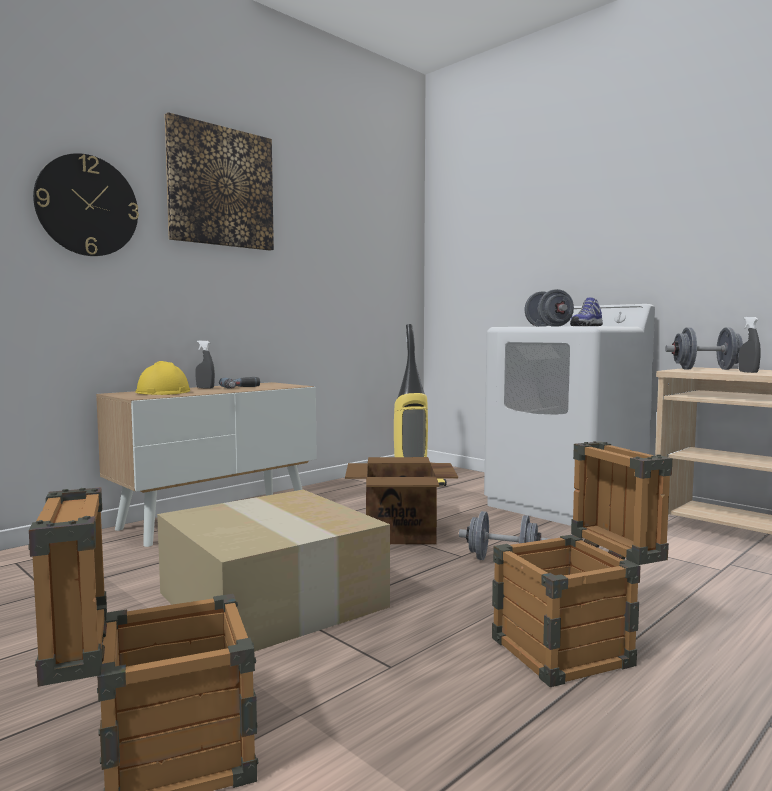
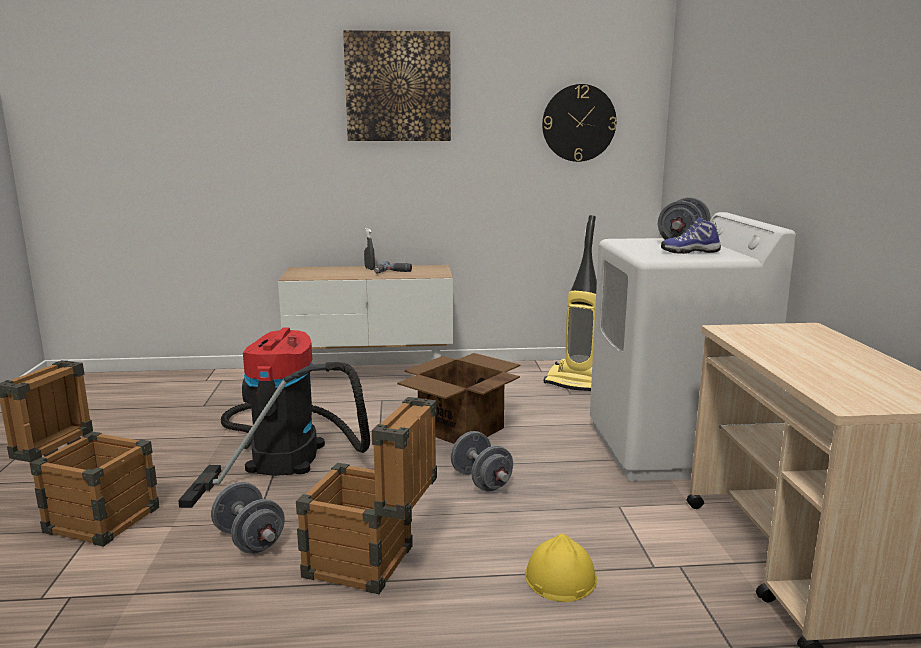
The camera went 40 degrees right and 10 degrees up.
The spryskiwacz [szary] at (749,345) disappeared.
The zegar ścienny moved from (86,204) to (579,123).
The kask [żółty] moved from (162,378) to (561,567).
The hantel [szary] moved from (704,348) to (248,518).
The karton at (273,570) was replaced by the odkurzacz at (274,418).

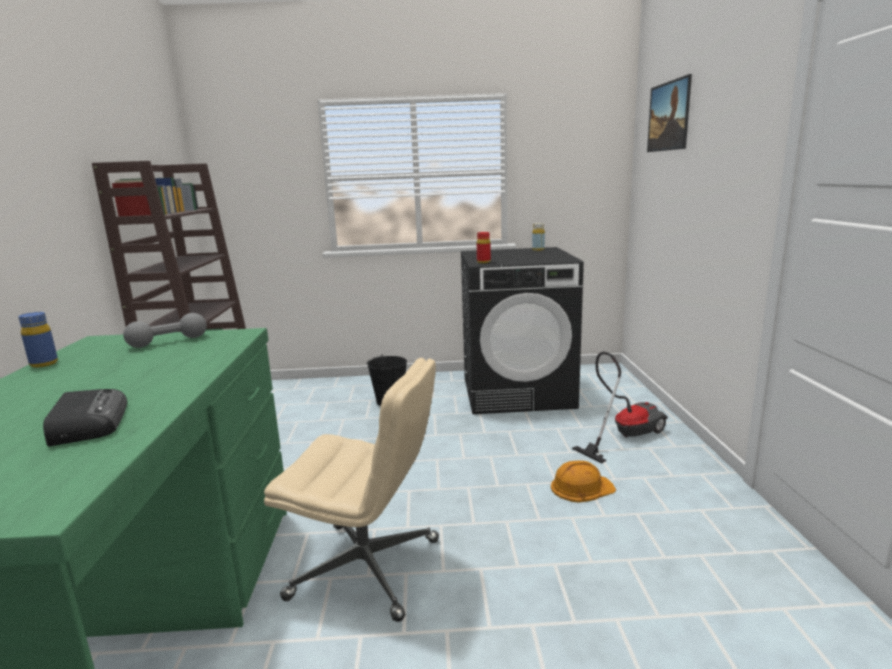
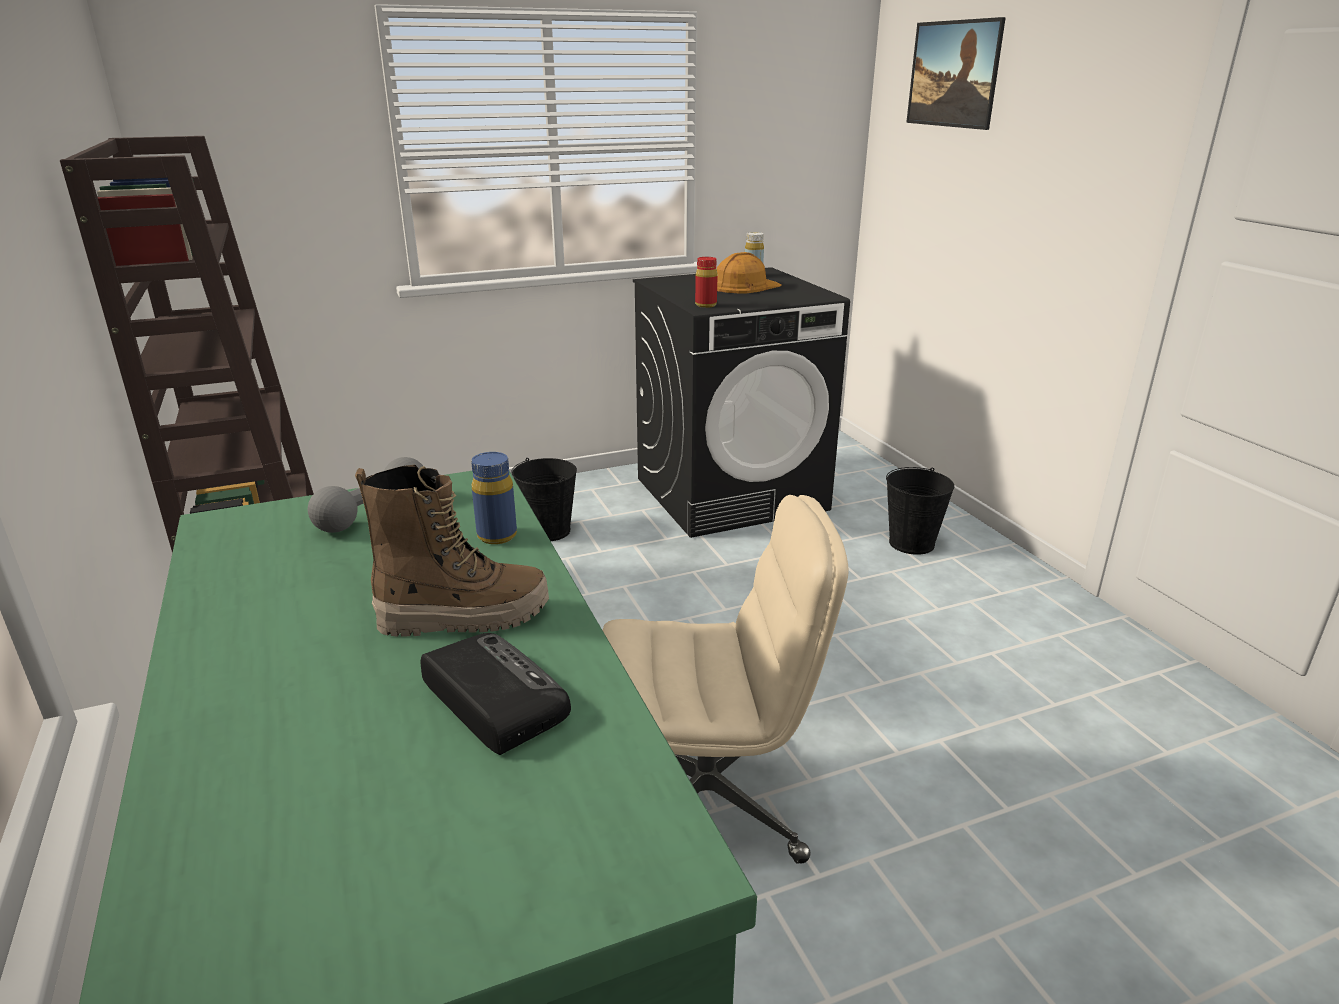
The camera went 20 degrees left and 10 degrees up.
The but z cholewką at (452,550) appeared.
The butelka [niebieski] moved from (38,340) to (494,498).
The kask [pomarańczowy] moved from (583,482) to (749,272).
The odkurzacz at (620,407) was replaced by the wiadro [czarny] at (920,511).

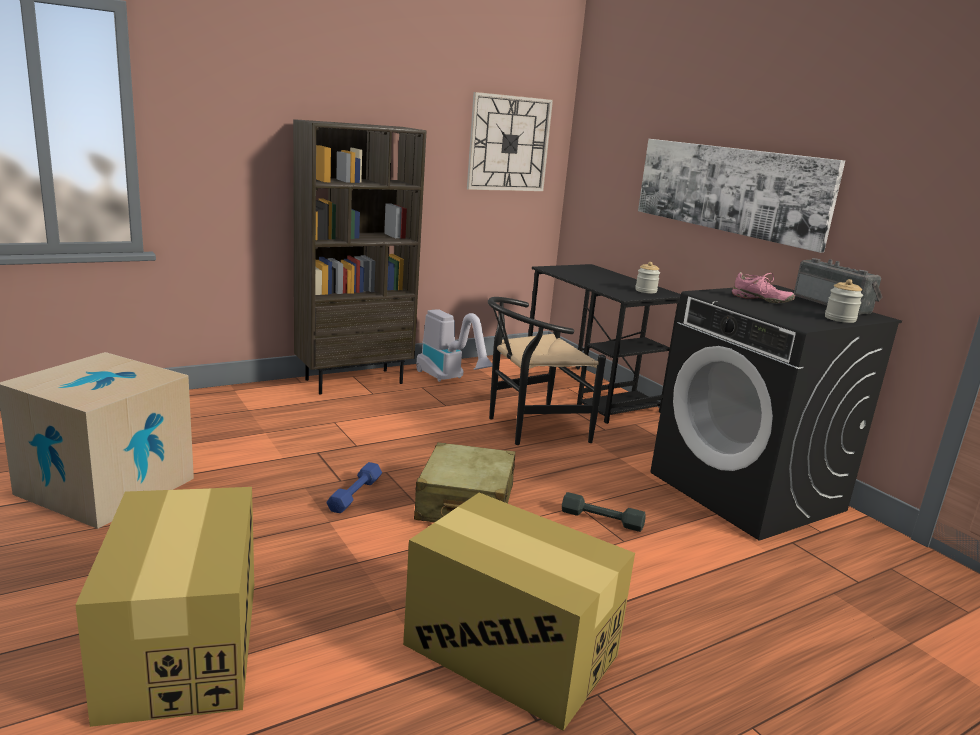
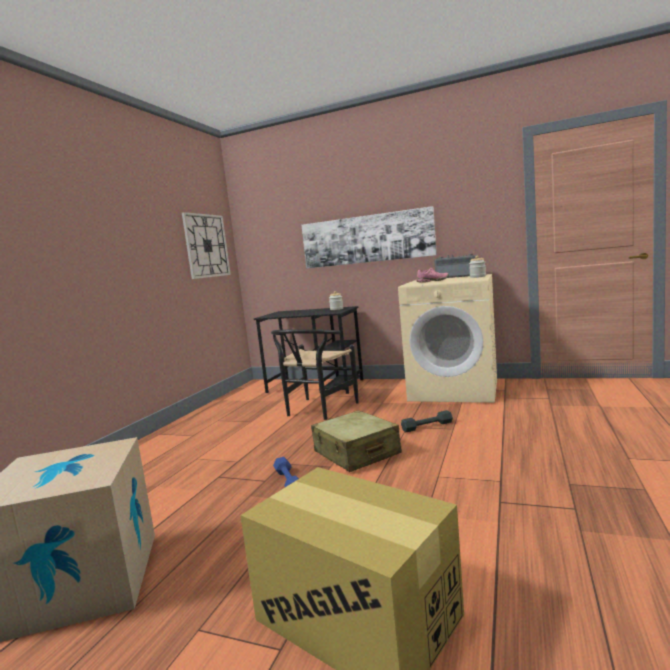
The camera went 35 degrees left and 10 degrees down.
The regał [brązowy] at (360,256) disappeared.
The karton at (519,612) disappeared.
The odkurzacz at (454,345) disappeared.
The pralka [czarny] at (776,413) became the pralka [beżowy] at (447,338).

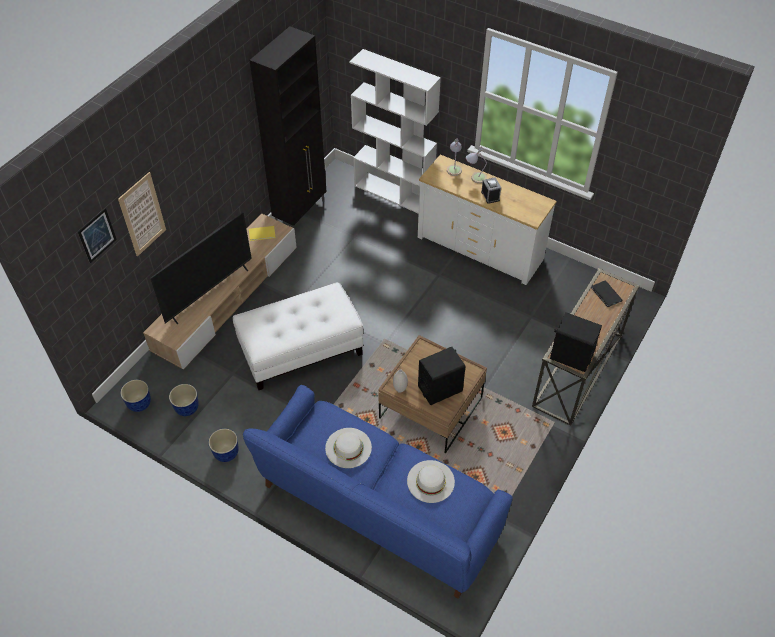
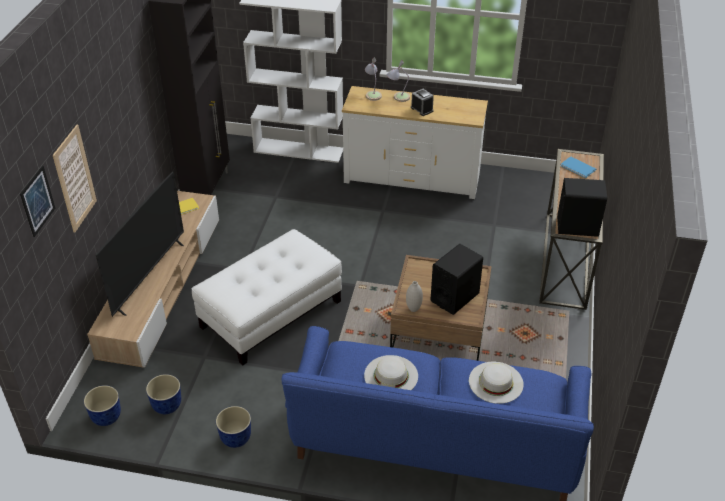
The camera went 20 degrees left and 10 degrees down.
The książka [czarny] at (607,293) became the książka [niebieski] at (578,167).

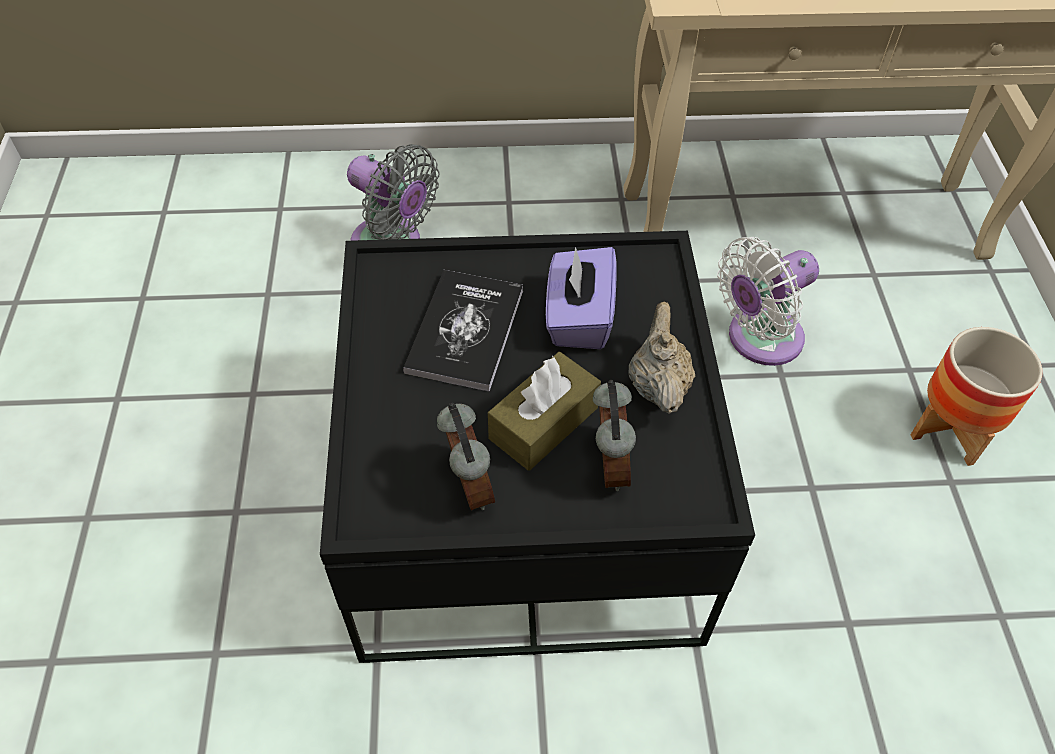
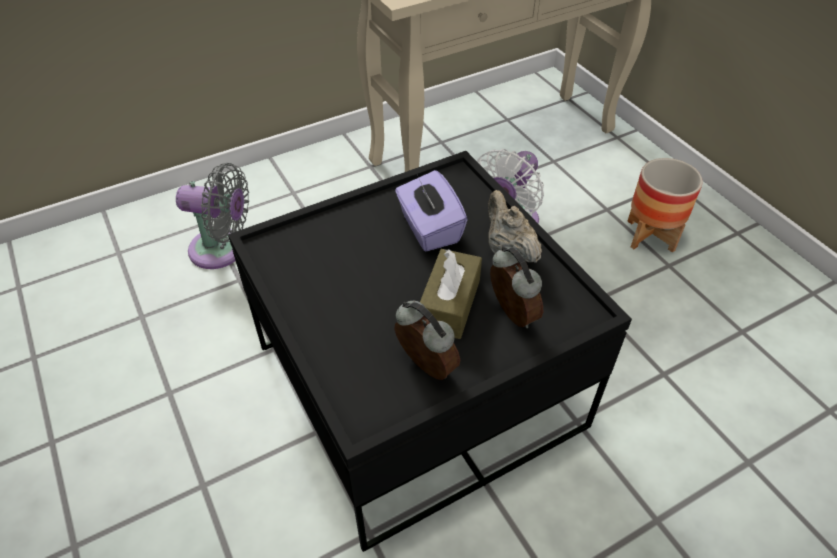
The camera went 25 degrees left and 5 degrees down.
The książka at (463,331) disappeared.

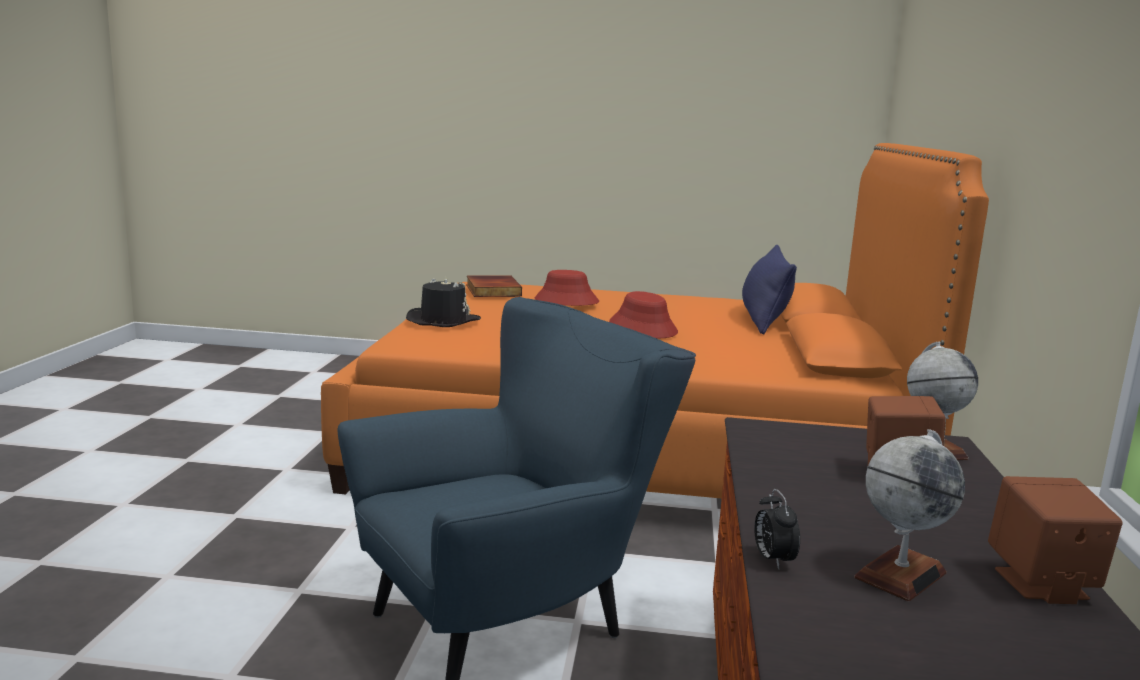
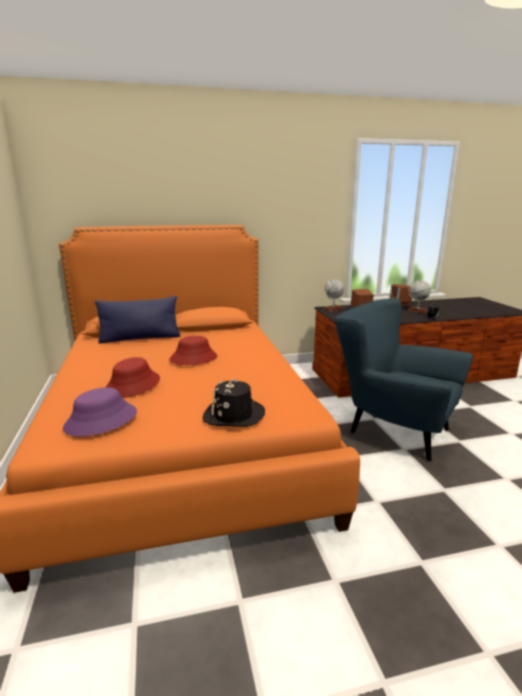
The camera went 110 degrees left and 5 degrees up.
The książka at (494,286) was replaced by the kapelusz [fioletowy] at (100,412).

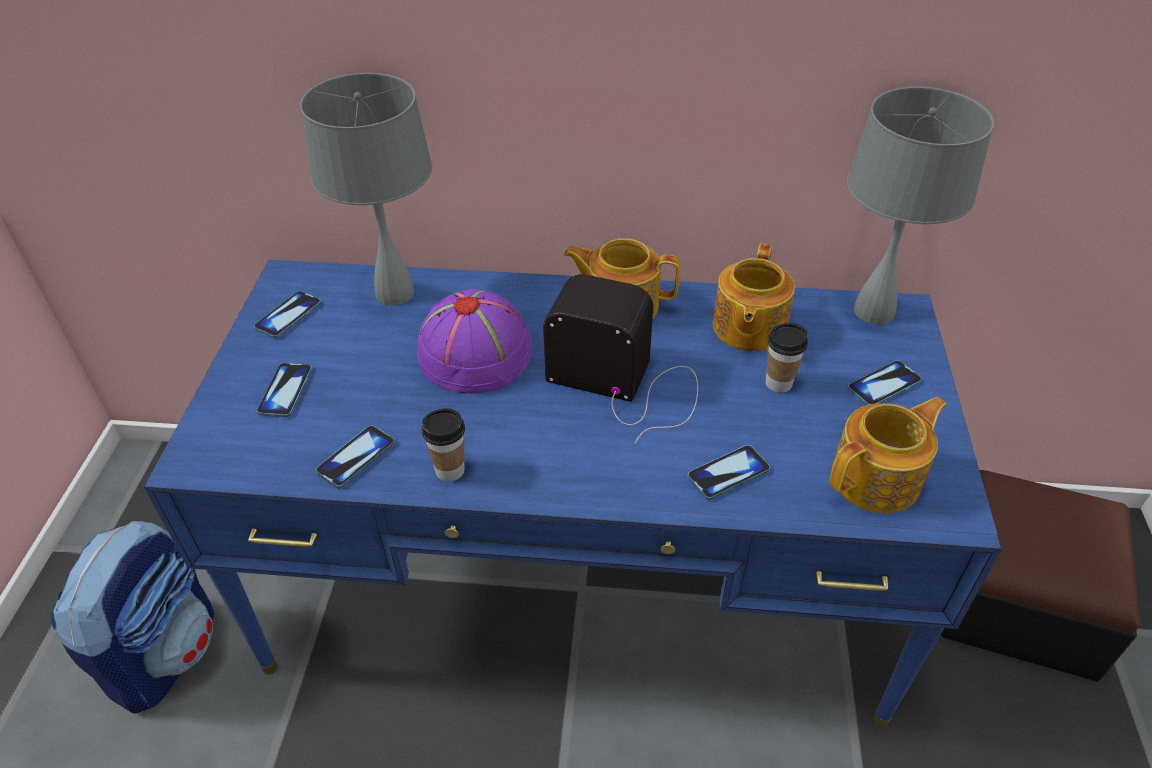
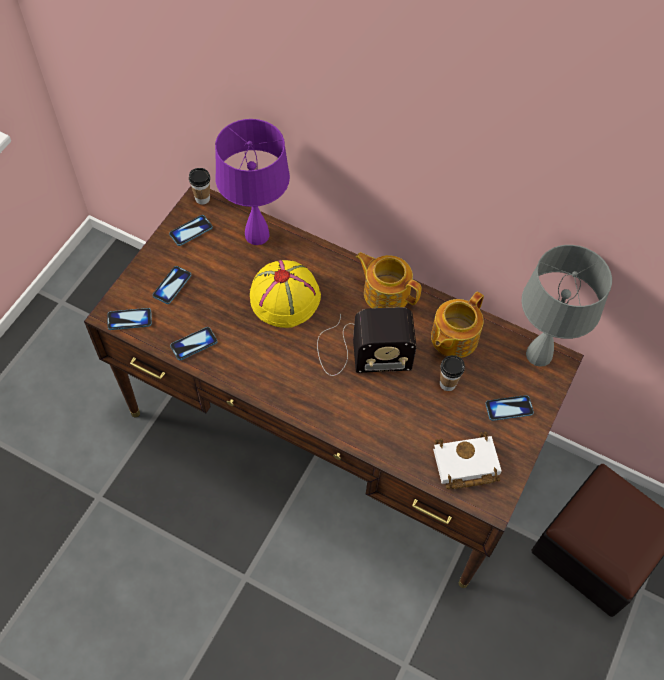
The camera went 20 degrees right and 15 degrees up.
The plecak at (132,617) disappeared.
The filiżanka moved from (443,445) to (199,186).
The telefon moved from (728,472) to (129,319).
The imbryk at (888,455) was replaced by the książka [biały] at (467,460).
The biurko [niebieski] at (573,494) became the biurko [brązowy] at (334,387).
The lampa stołowa [szary] at (366,189) became the lampa stołowa [fioletowy] at (252,182).
The kapelusz [fioletowy] at (473,340) became the kapelusz [żółty] at (285,294).
The radio at (620,359) turned 135 degrees clockwise.

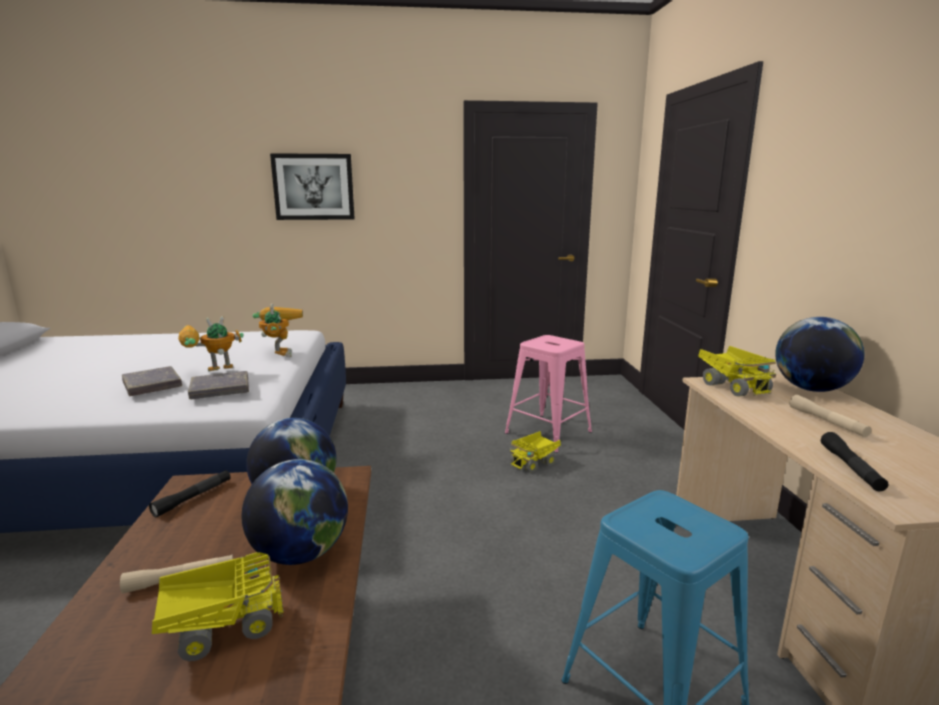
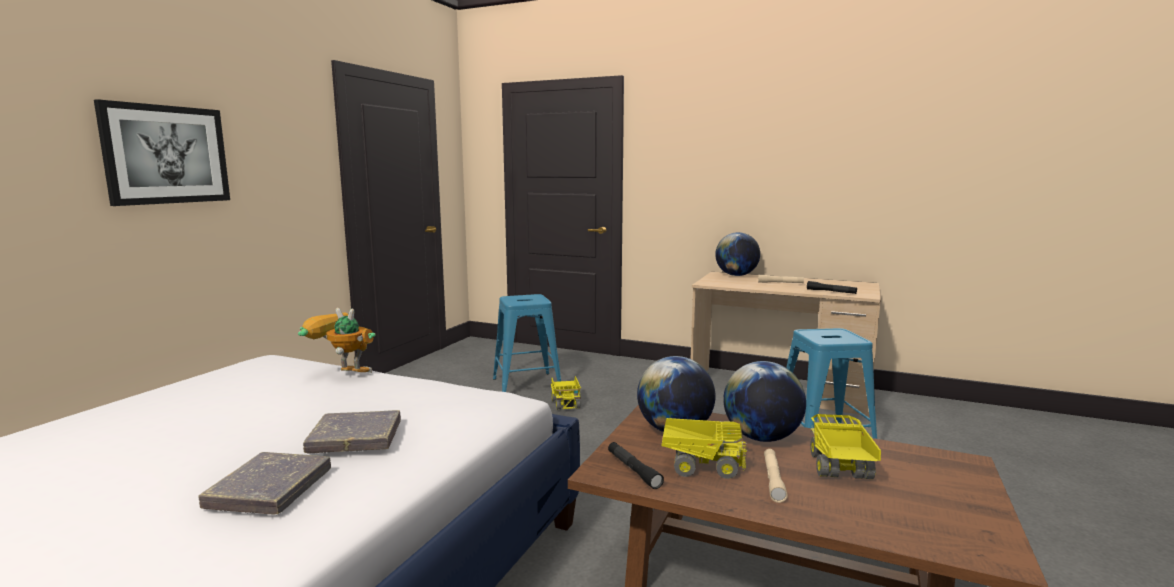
The camera went 60 degrees left and 5 degrees down.
The robot zabawkowy at (211,344) disappeared.
The książka [szary] moved from (218,385) to (264,483).
The ciężarówka zabawkowa moved from (737,371) to (704,448).
The stołek [różowy] at (548,394) became the stołek [niebieski] at (527,343).

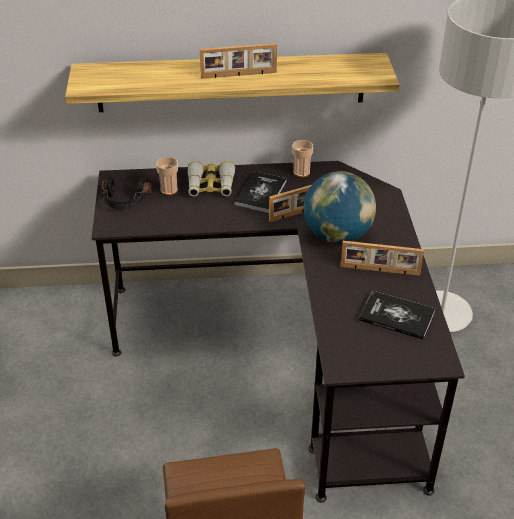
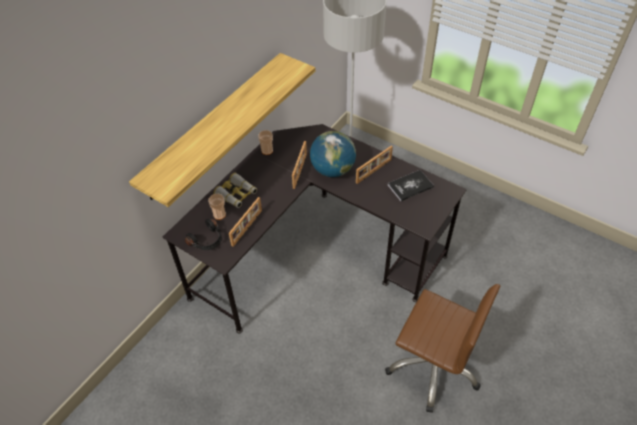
The camera went 50 degrees left and 10 degrees up.
The książka at (260,192) disappeared.
The ramka na zdjęcie moved from (238,61) to (245,222).

